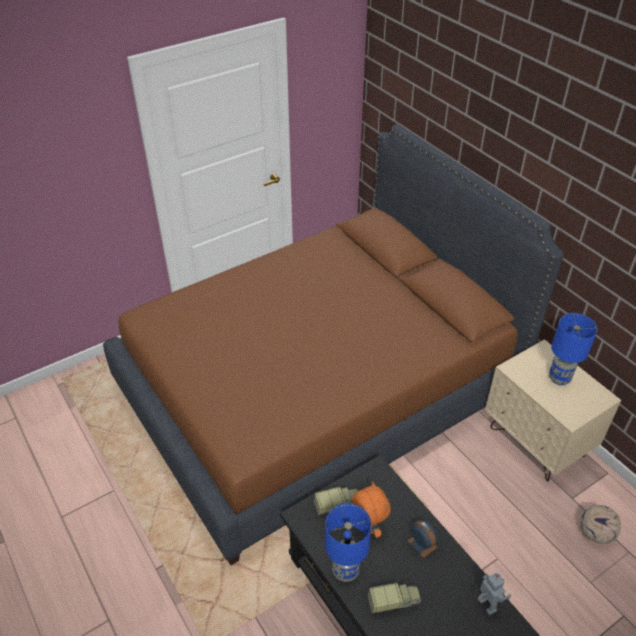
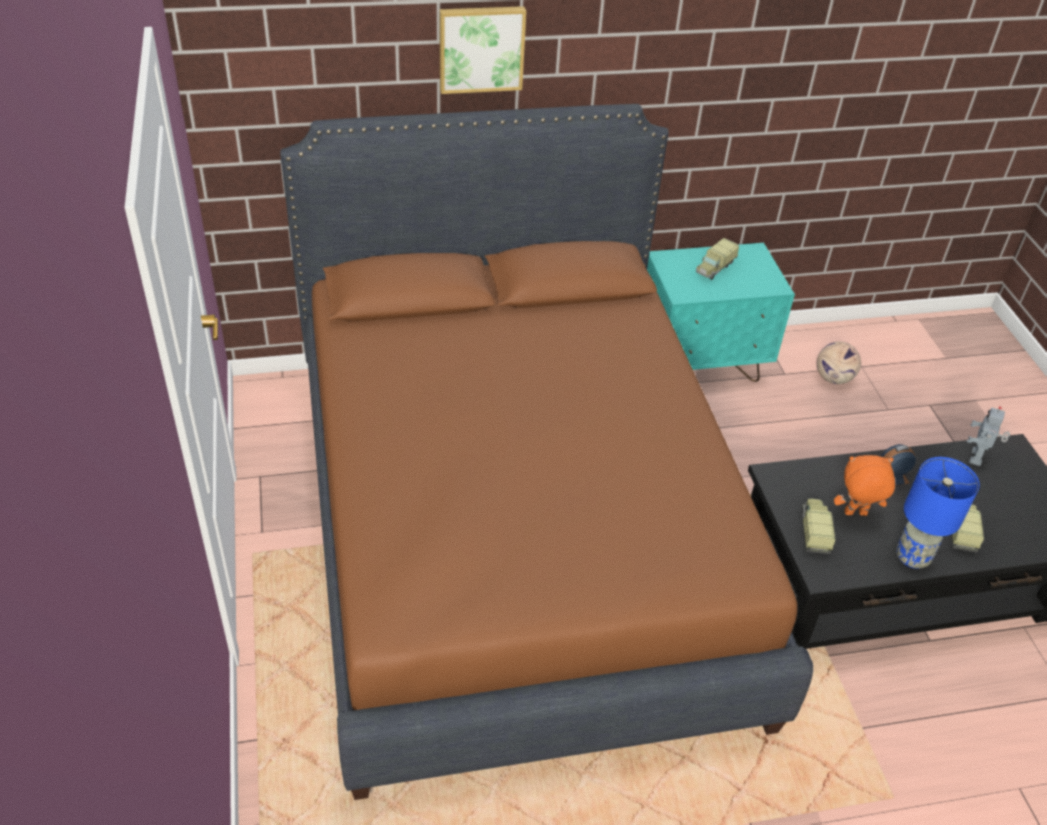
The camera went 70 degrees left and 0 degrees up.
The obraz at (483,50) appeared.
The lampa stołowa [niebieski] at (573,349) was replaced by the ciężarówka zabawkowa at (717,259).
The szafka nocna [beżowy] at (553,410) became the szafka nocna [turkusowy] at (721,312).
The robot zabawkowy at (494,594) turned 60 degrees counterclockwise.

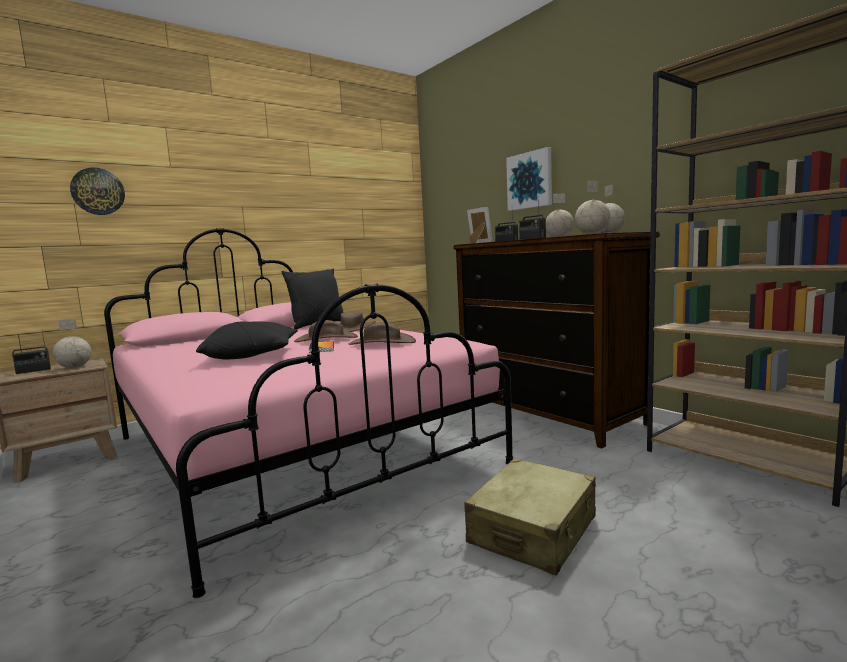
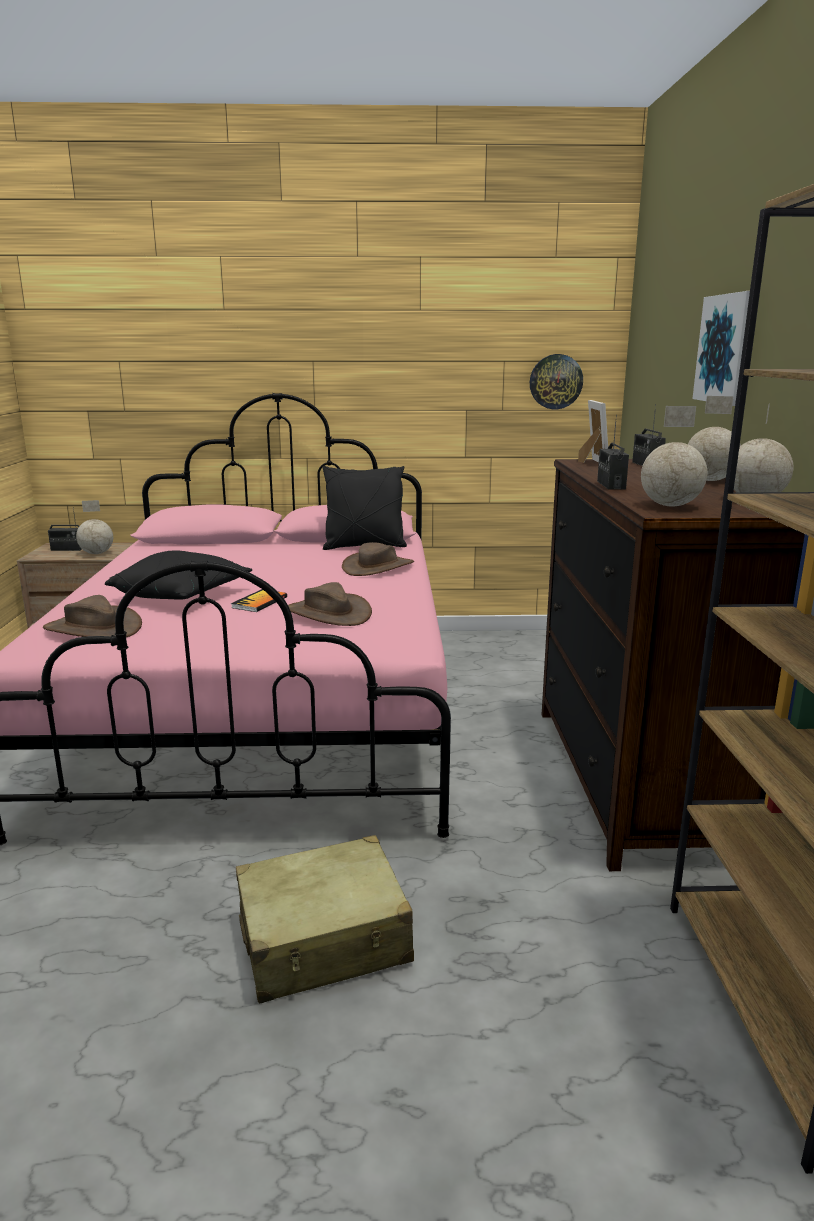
The camera went 35 degrees right and 10 degrees up.
The zegar ścienny moved from (97,191) to (556,381).
The kapelusz [brązowy] moved from (326,331) to (92,616).

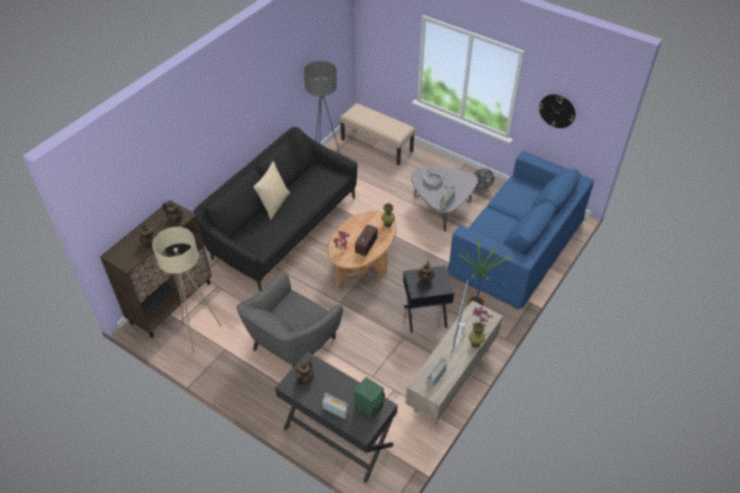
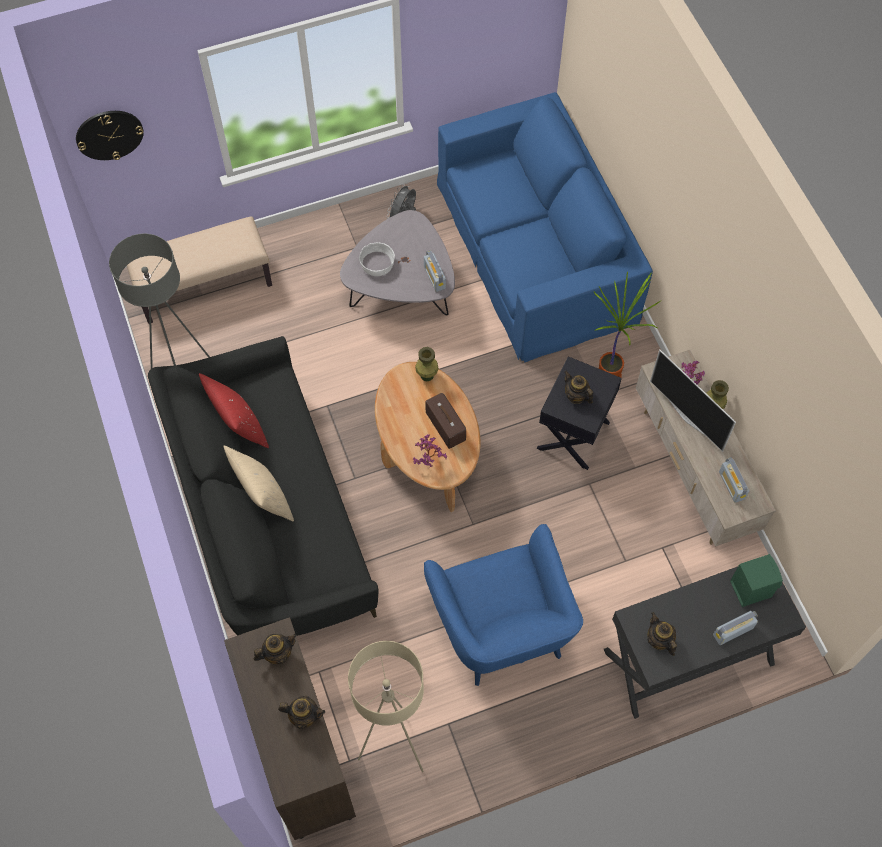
The camera went 55 degrees left and 15 degrees up.
The poduszka [czerwony] at (234,410) appeared.
The zegar ścienny moved from (557,111) to (110,135).
The fotel [szary] at (290,319) became the fotel [niebieski] at (503,605).

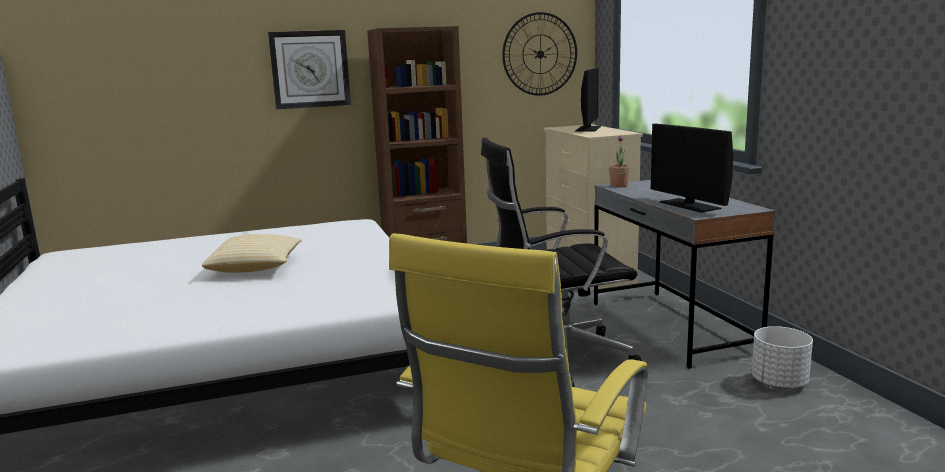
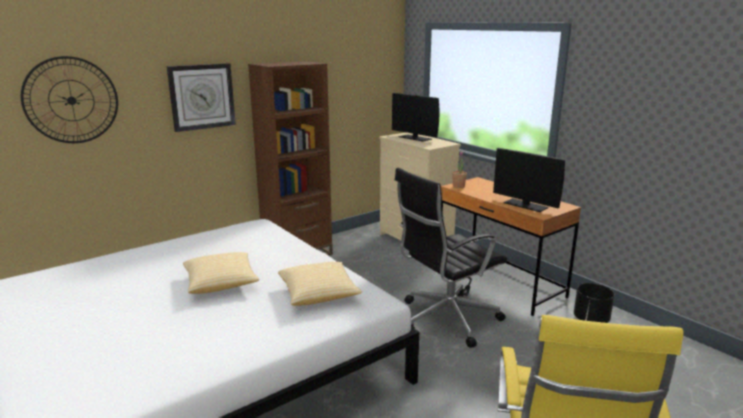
The camera went 20 degrees left and 5 degrees up.
The poduszka at (320,284) appeared.
The zegar ścienny moved from (539,54) to (69,99).
The biurko [szary] at (684,274) became the biurko [brązowy] at (511,246).
The donica [biały] at (782,357) became the donica [czarny] at (594,303).
The monitor at (588,100) turned 135 degrees clockwise.

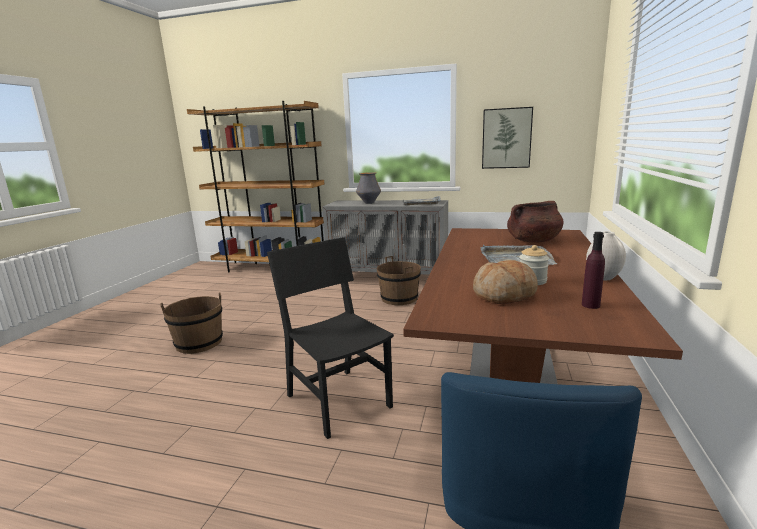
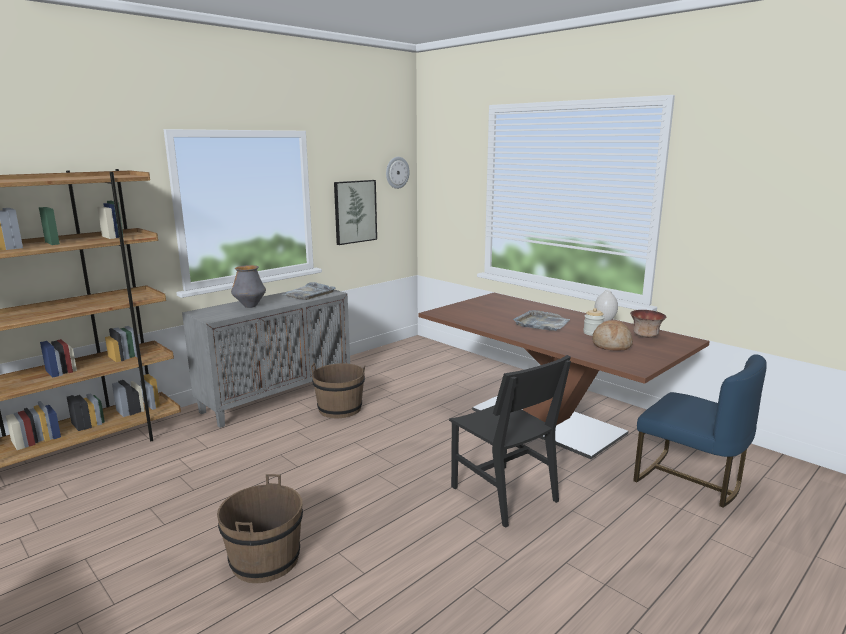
The camera went 60 degrees left and 0 degrees up.
The garnek [brązowy] at (535,222) disappeared.
The zegar ścienny at (398,173) appeared.
The butelka [fioletowy] at (593,270) was replaced by the miska at (648,323).
The krzesło [czarny] at (330,338) turned 120 degrees counterclockwise.

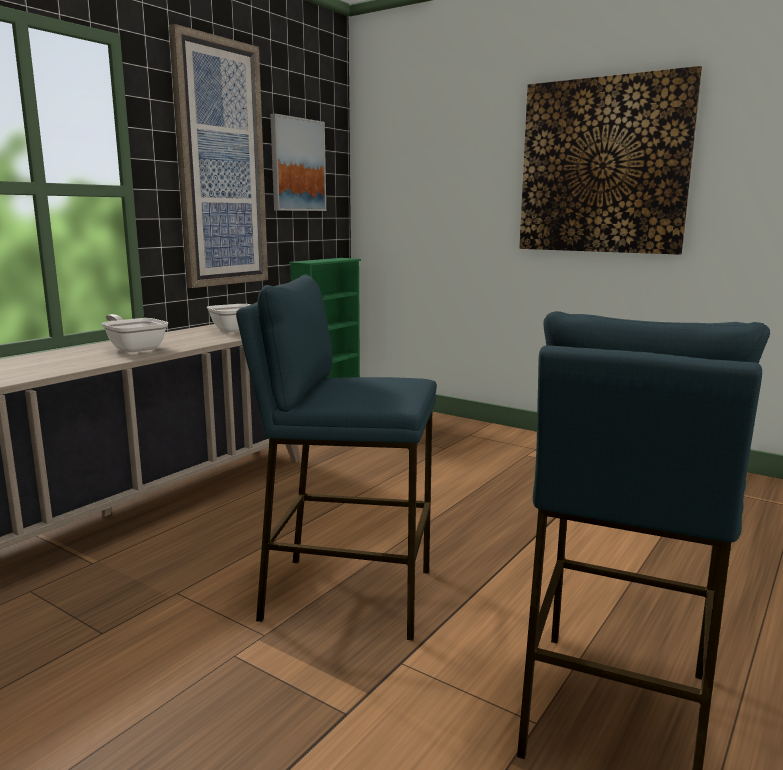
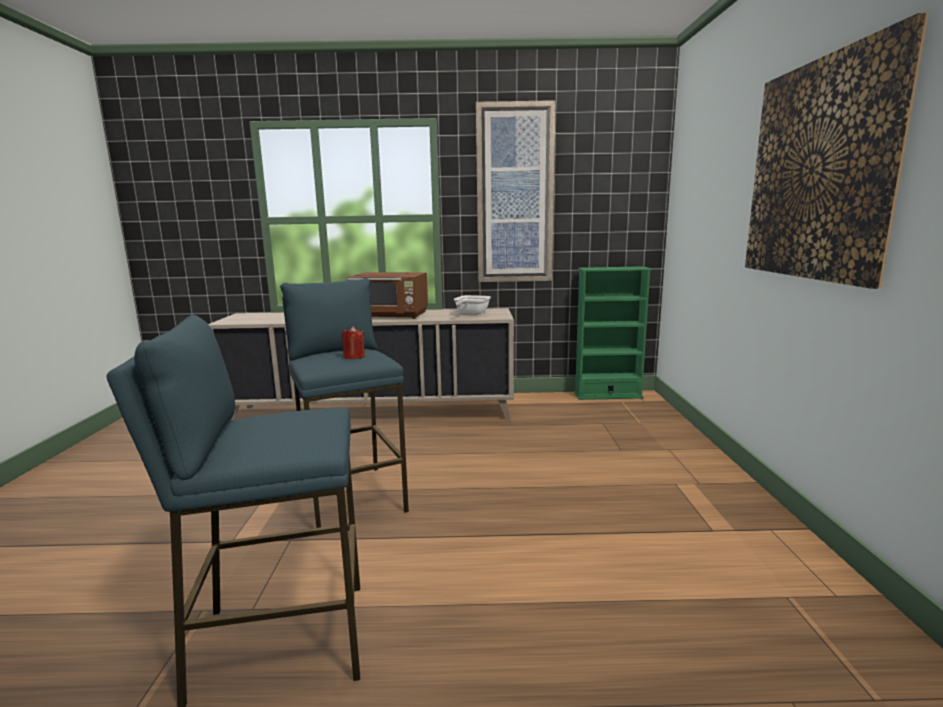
The camera went 55 degrees right and 0 degrees up.
The obraz at (298,162) disappeared.
The świeca [czerwony] at (353,342) appeared.
The patelnia at (134,333) was replaced by the mikrofalówka [brązowy] at (387,295).

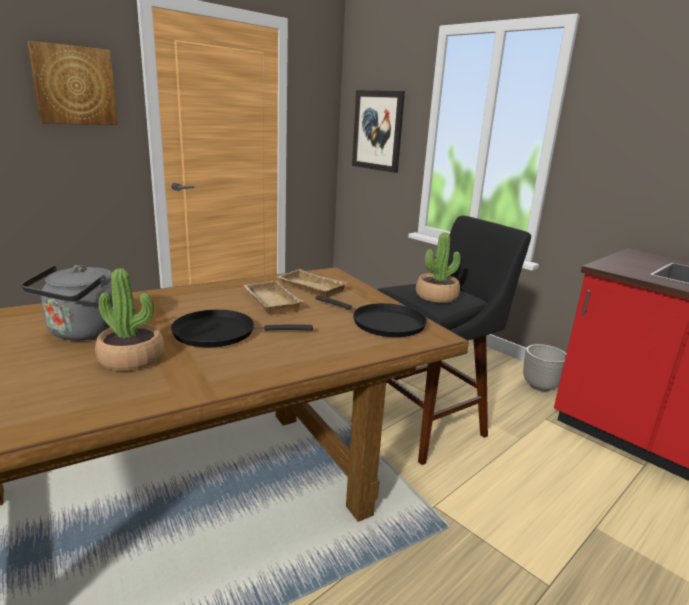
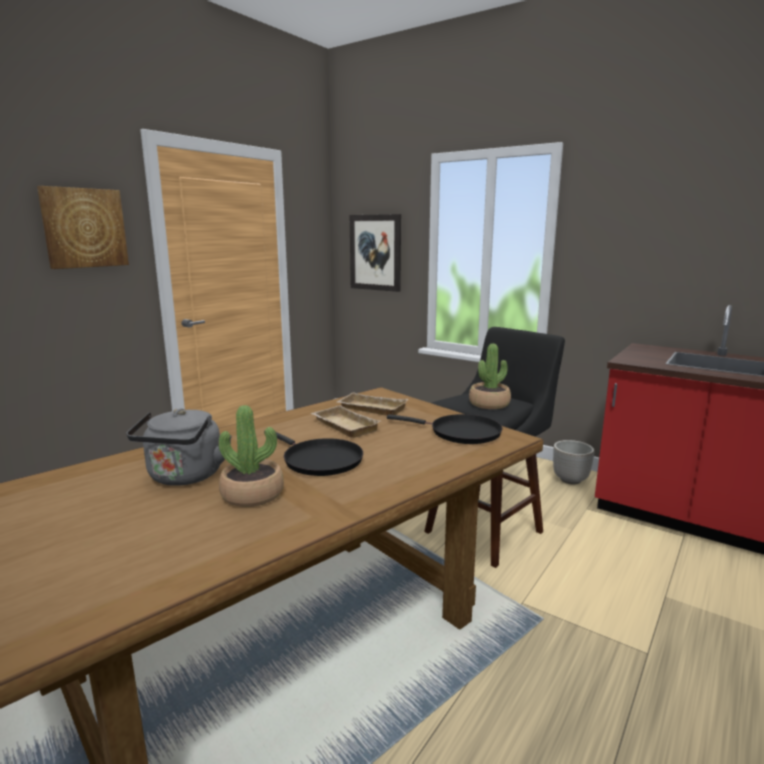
The camera went 10 degrees left and 5 degrees down.
The patelnia [czarny] at (242,329) turned 120 degrees counterclockwise.

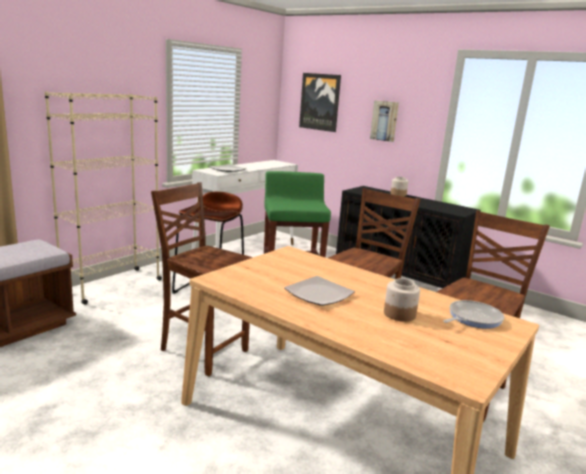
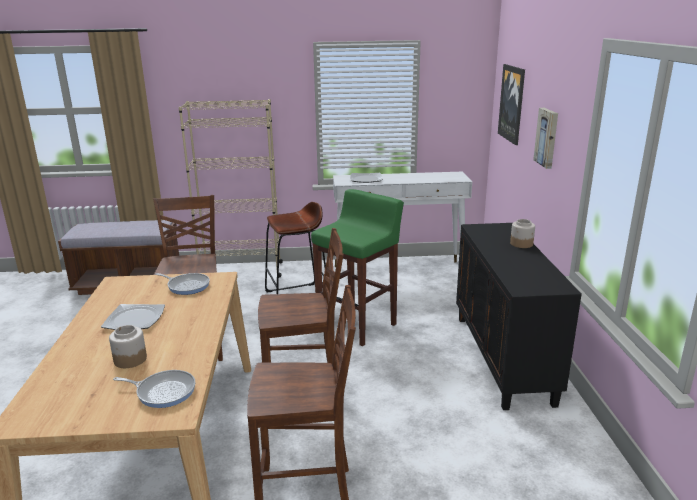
The camera went 50 degrees right and 5 degrees up.
The patelnia at (182,284) appeared.

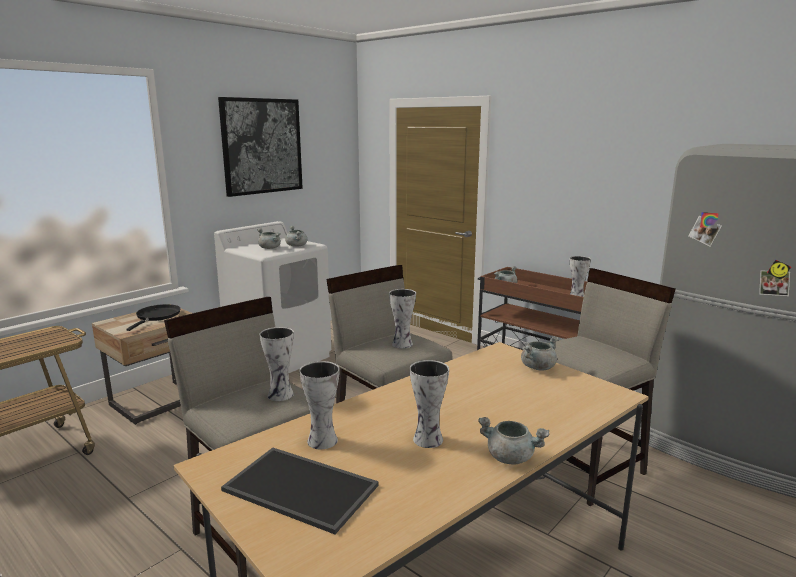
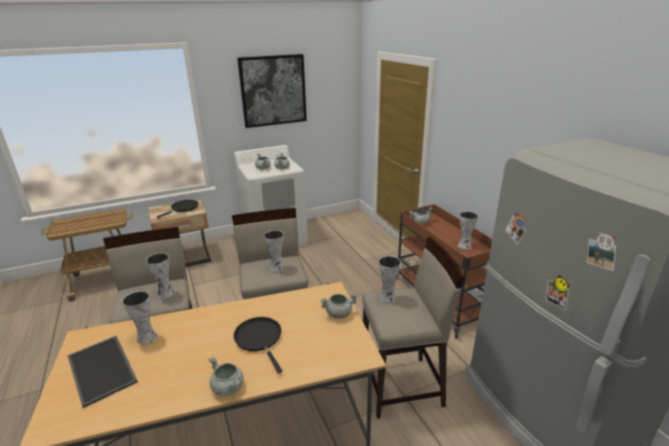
The camera went 25 degrees right and 10 degrees up.
The patelnia [czarny] at (257,345) appeared.
The wazon moved from (429,404) to (390,280).

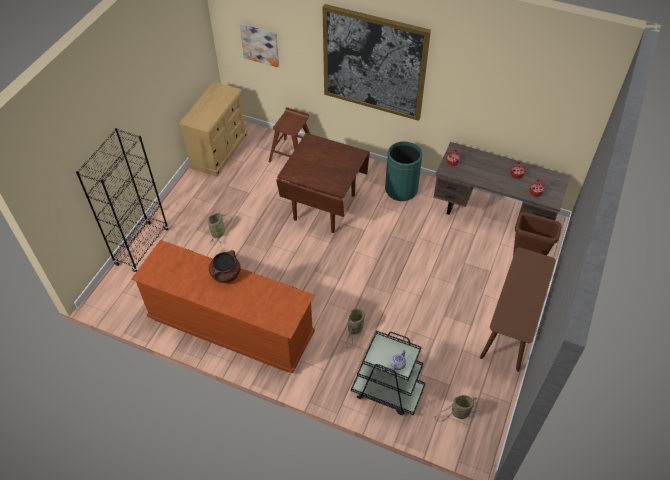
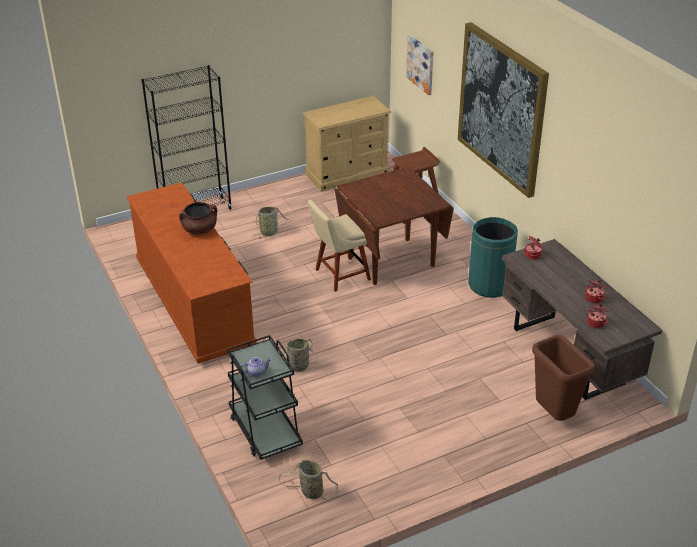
The camera went 40 degrees right and 15 degrees down.
The stolik konsolowy [brązowy] at (518,309) disappeared.
The krzesło [beżowy] at (339,246) appeared.

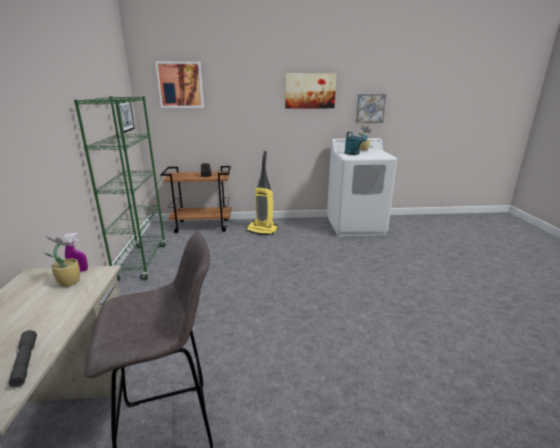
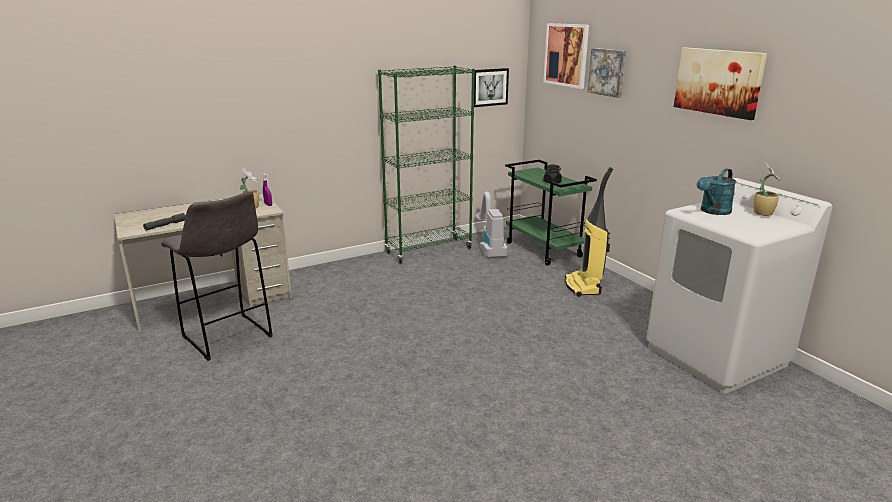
The camera went 65 degrees right and 0 degrees up.
The odkurzacz at (492,225) appeared.
The obraz moved from (371,108) to (607,73).
The wózek [brązowy] at (195,199) became the wózek [zielony] at (551,213).

